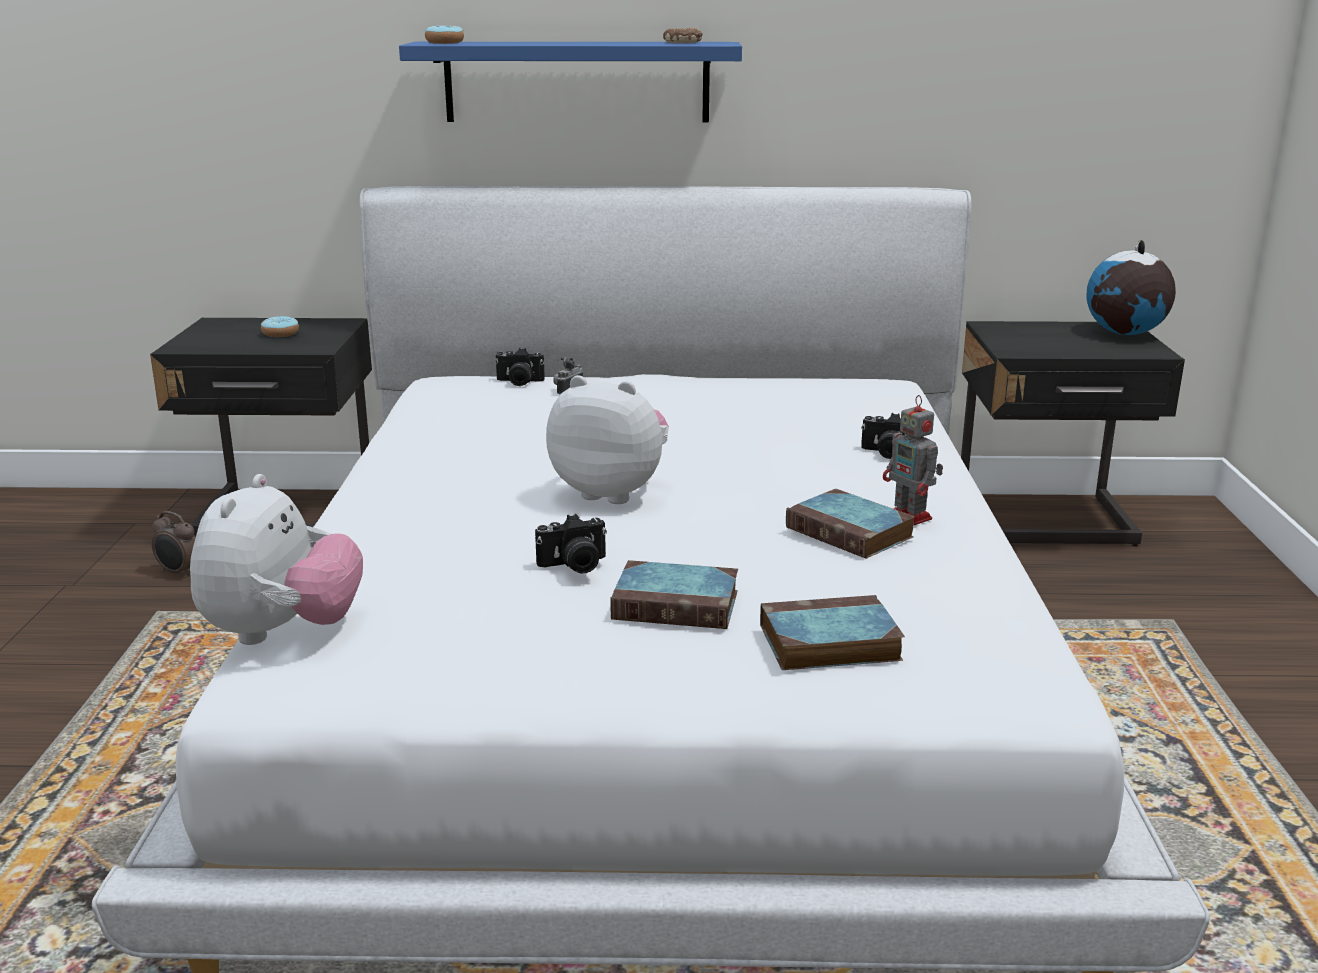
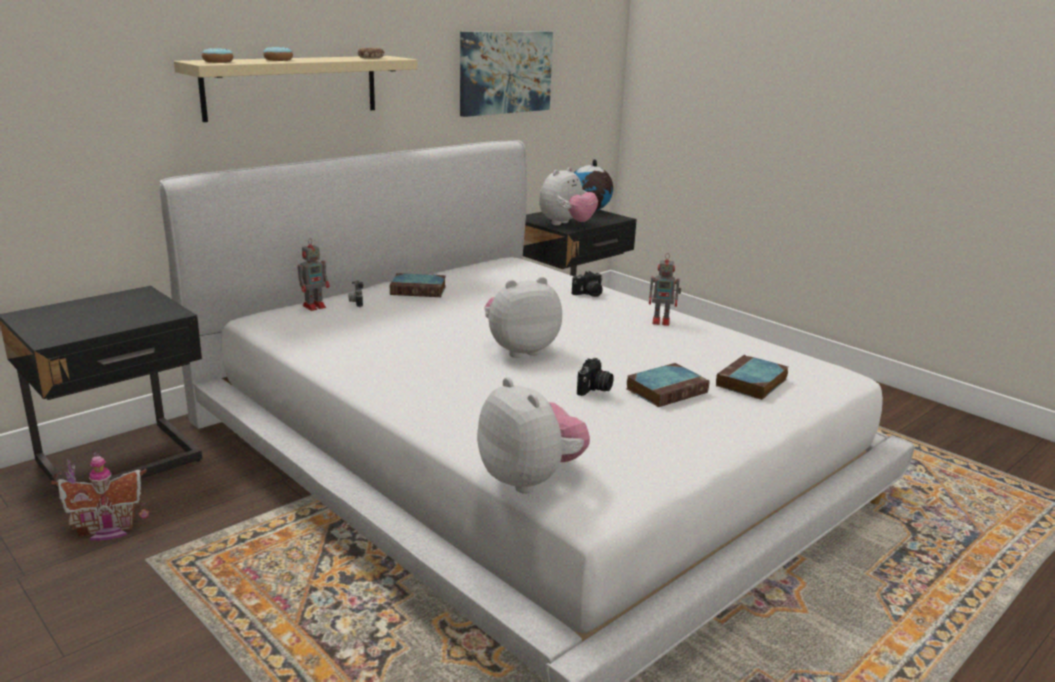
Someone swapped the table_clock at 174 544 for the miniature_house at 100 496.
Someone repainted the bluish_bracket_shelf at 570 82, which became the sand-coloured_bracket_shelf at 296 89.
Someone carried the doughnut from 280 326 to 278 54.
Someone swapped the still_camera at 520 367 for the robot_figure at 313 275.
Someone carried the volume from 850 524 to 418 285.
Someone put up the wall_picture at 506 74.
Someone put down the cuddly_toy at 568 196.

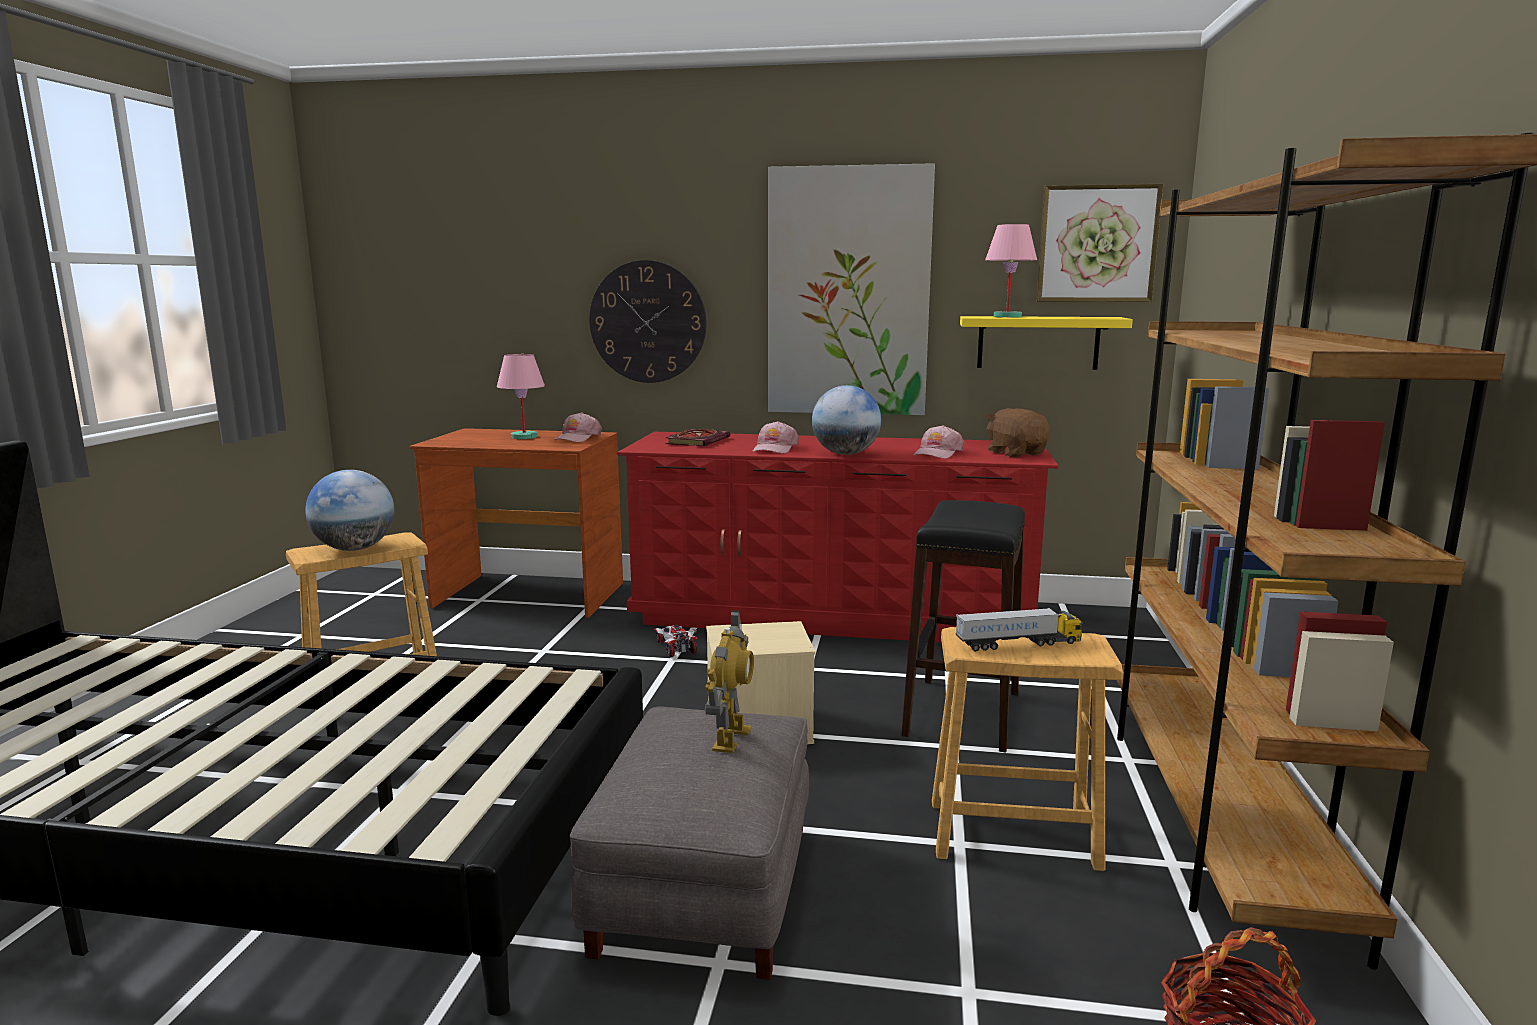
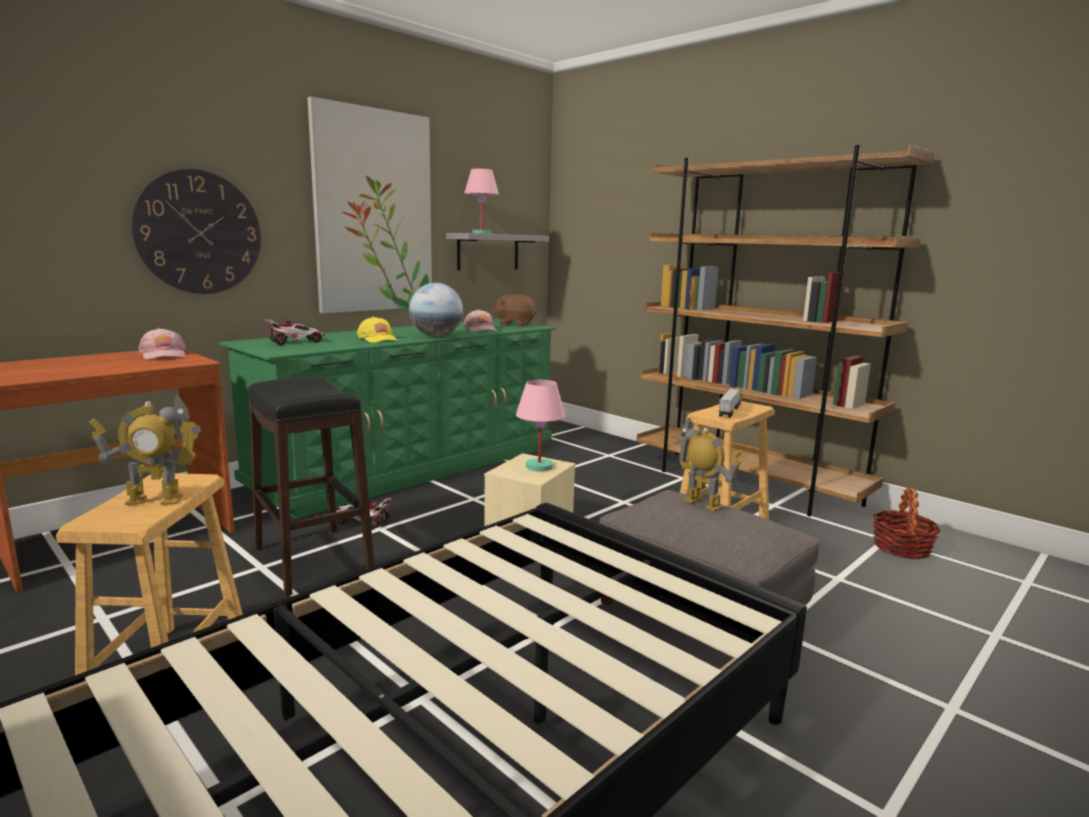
Someone swapped the globe at 350 510 for the robot_figure at 145 449.
Someone repainted the reddish_drawer_chest at 838 537, which became the green-coloured_drawer_chest at 388 419.
Someone carried the blackish_stool_seat from 963 626 to 311 486.
Someone swapped the volume at 698 437 for the model_car at 294 332.
Someone repainted the pink-coloured_baseball_cap at 776 437, which became the yellow-coloured_baseball_cap at 377 329.
Someone repainted the yellow-coloured_bracket_shelf at 1046 343, which became the gray_bracket_shelf at 497 251.
Someone carried the pink-coloured_tabletop_lamp from 521 396 to 540 425.
Someone took away the wall_picture at 1100 243.

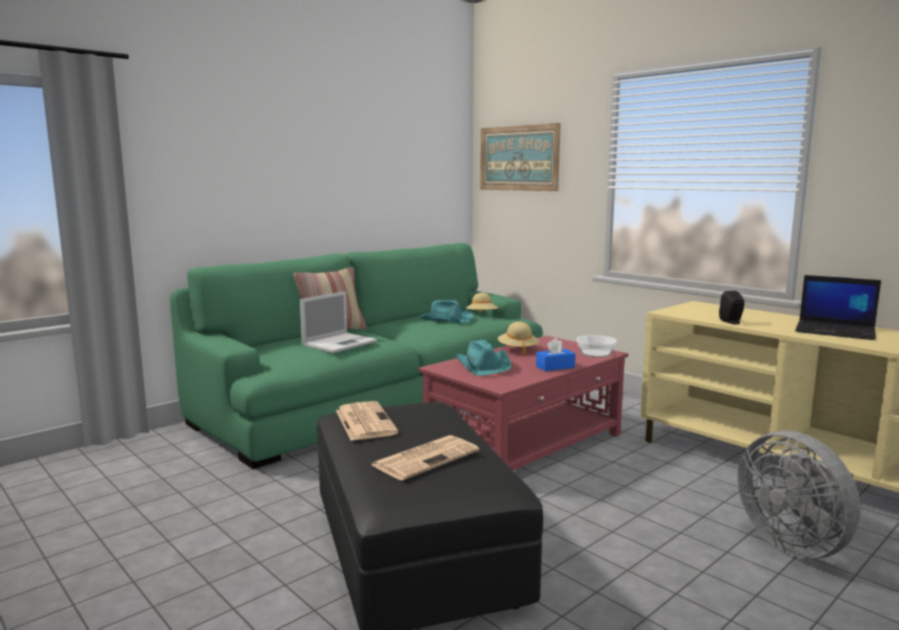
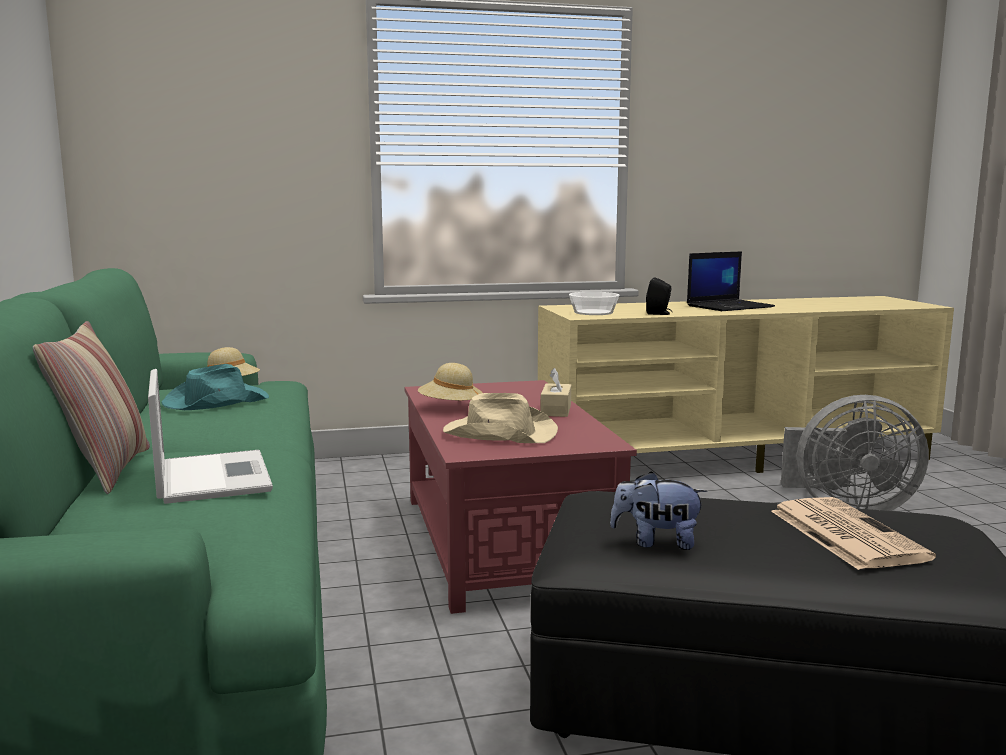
Someone repainted the turquoise_wearable_hat at 484 358, which became the sand-coloured_wearable_hat at 500 418.
Someone repainted the bluish_tissue_holder at 556 354, which became the sand-coloured_tissue_holder at 556 392.
Someone carried the serving_bowl from 597 346 to 594 303.
Someone swapped the newspaper at 367 421 for the cuddly_toy at 658 510.
Someone took away the wall_picture at 520 157.

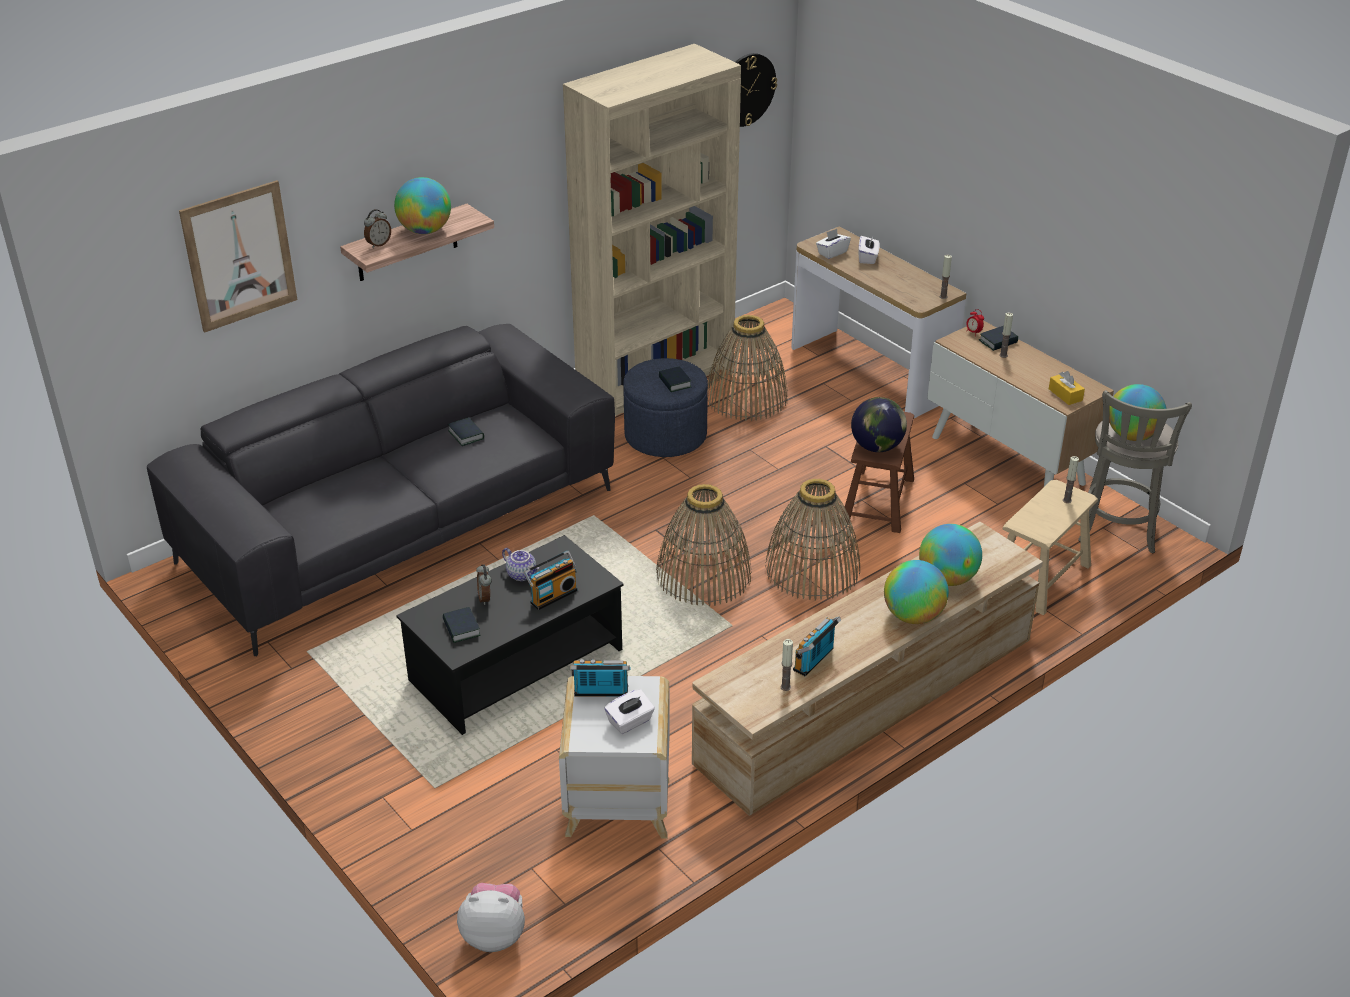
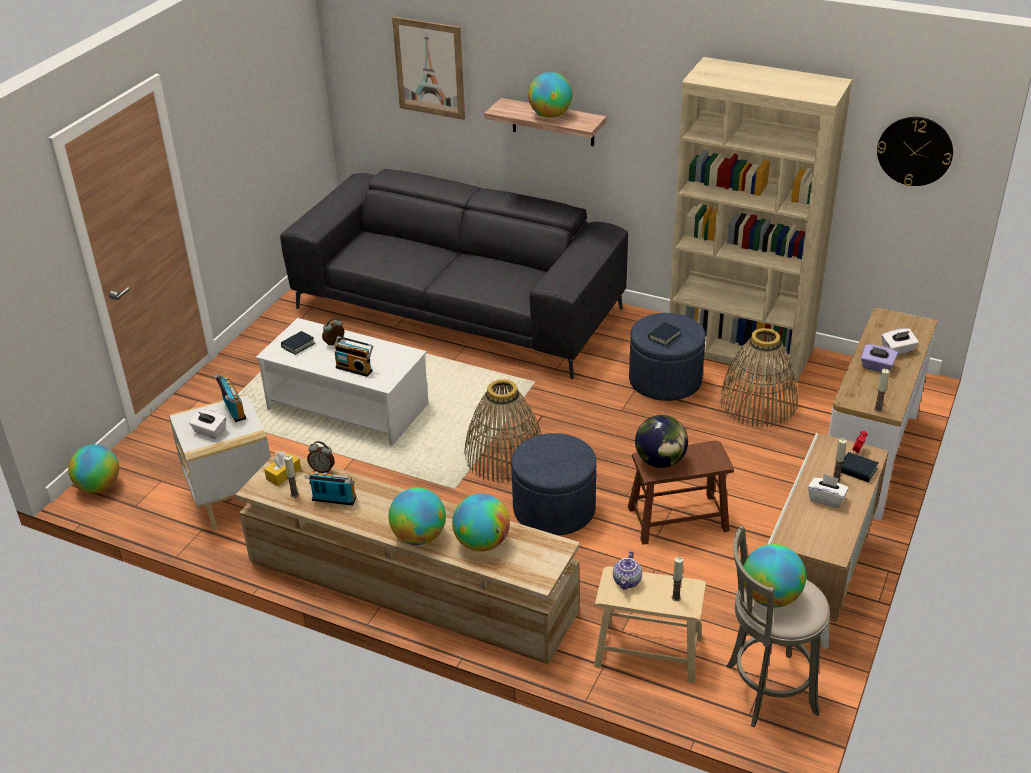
Someone swapped the cuddly_toy at 491 917 for the globe at 93 468.
Someone repainted the blackish_coffee_table at 510 635, which became the whitish_coffee_table at 342 382.
Someone carried the yellow-coloured_tissue_holder from 1067 388 to 282 468.
Someone carried the table_clock from 377 228 to 321 457.
Someone swapped the household_basket at 812 540 for the bluish_pouffe at 554 484.
Someone carried the teapot from 520 564 to 627 570.
Someone carried the whitish_tissue_holder from 833 244 to 828 491.
Someone put down the purplish_tissue_holder at 879 358.
Someone took away the volume at 466 431.

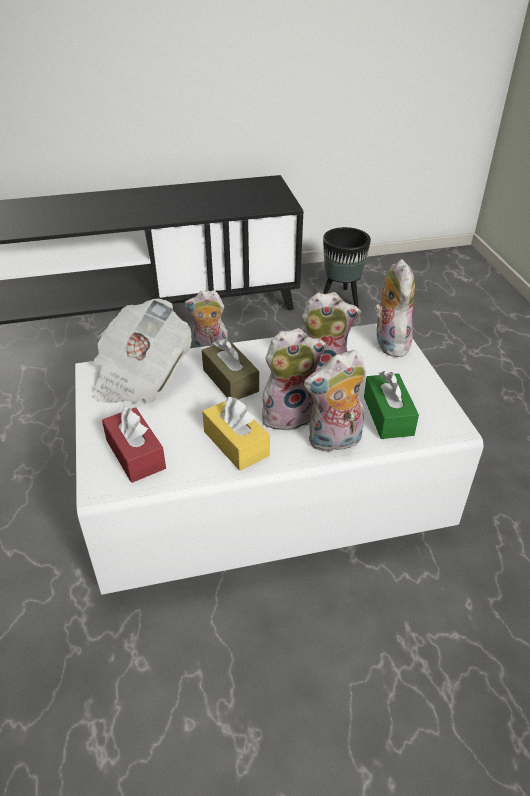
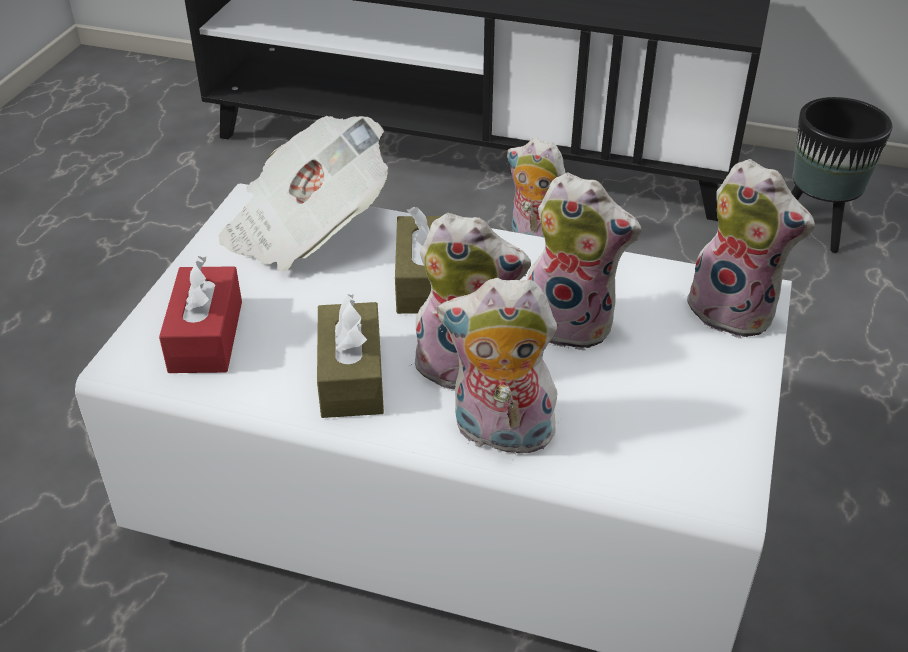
Someone repainted the yellow-coloured_tissue_holder at 236 433, which became the brownish_tissue_holder at 350 356.
Someone rotated the cuddly_toy at 394 308 by 105 degrees clockwise.
Someone took away the green-coloured_tissue_holder at 391 405.

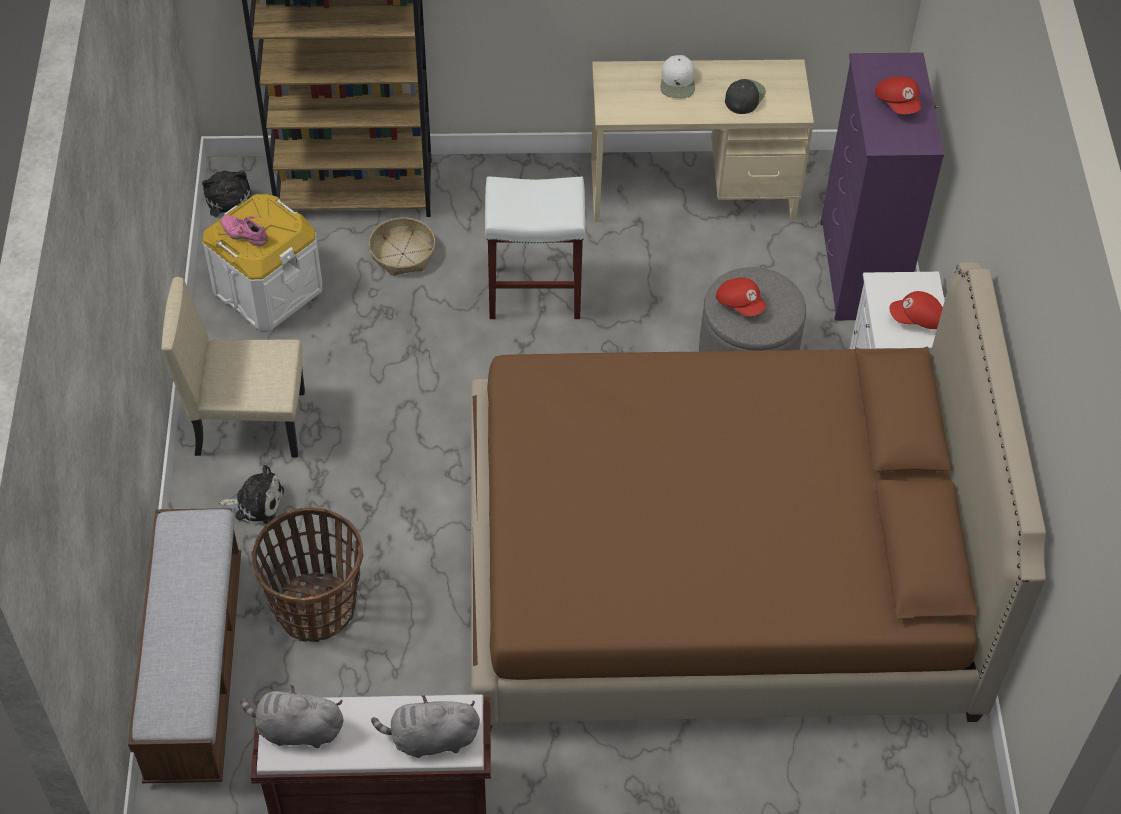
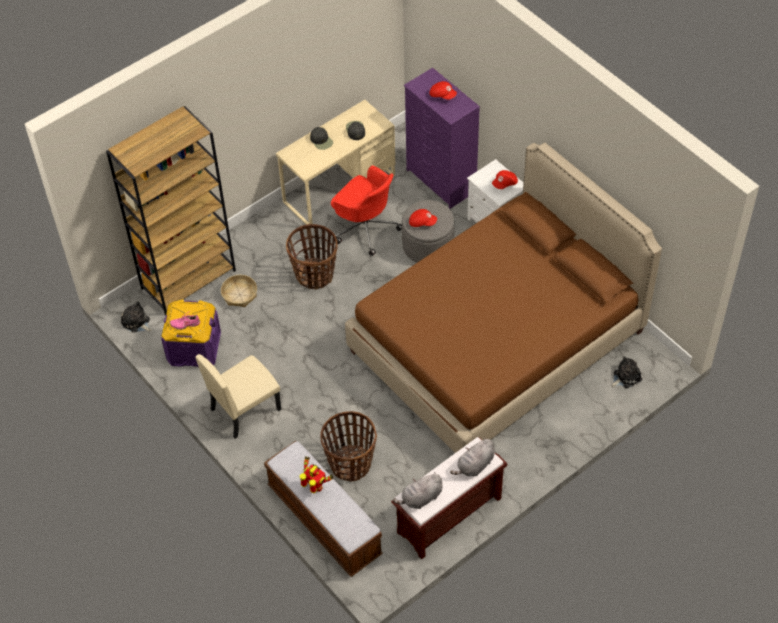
Someone repainted the whitish_storage_bin at 262 262, which became the purplish_storage_bin at 191 333.
Someone swapped the whitish_stool_seat at 535 247 for the household_basket at 311 257.
Someone put down the robot_figure at 316 474.
Someone repainted the whitish_baseball_cap at 678 76, which became the blackish_baseball_cap at 321 138.
Someone put down the reddish_desk_chair at 366 210.
Someone carried the cuddly_toy from 251 495 to 626 372.

